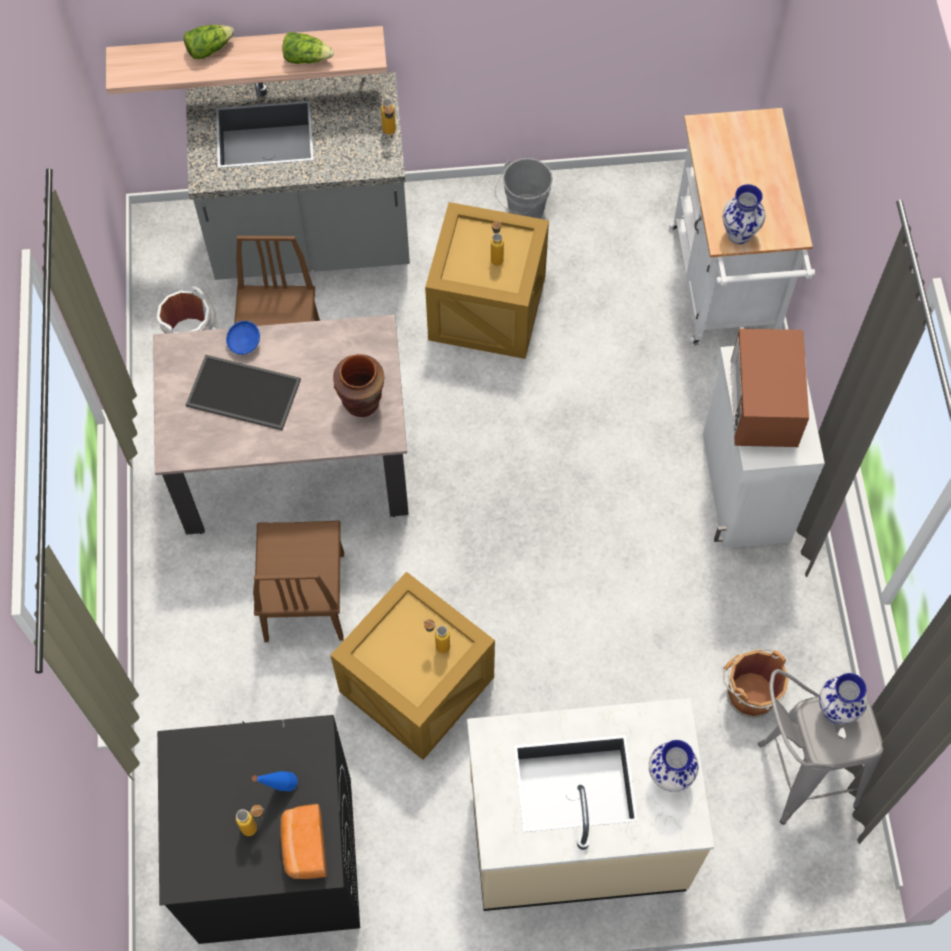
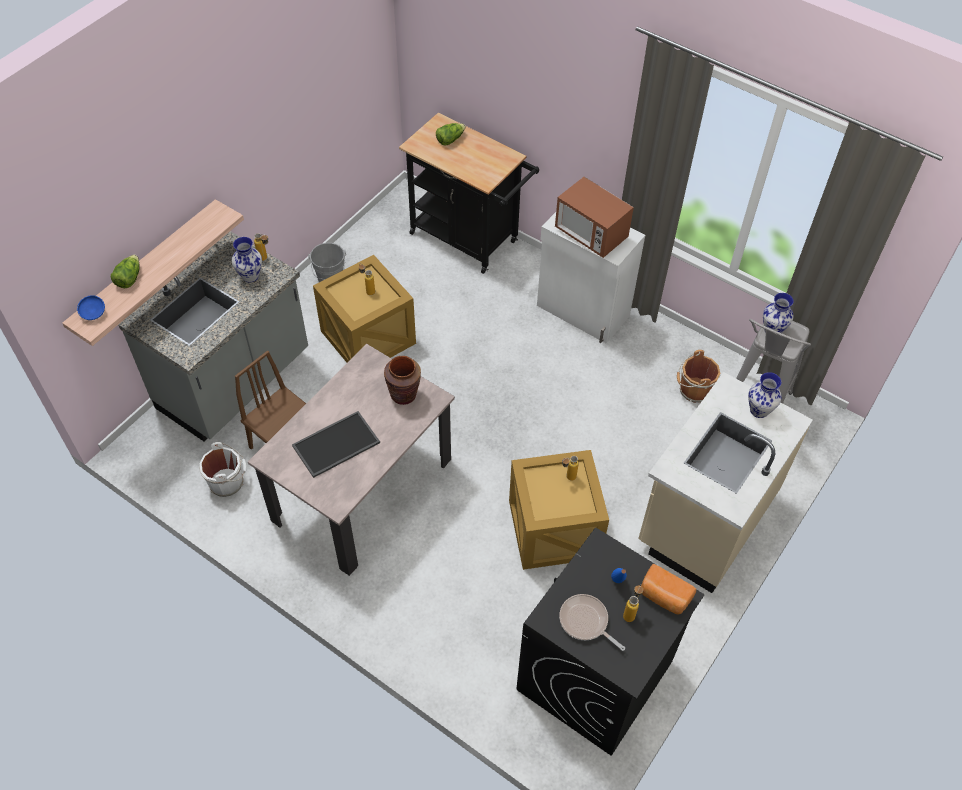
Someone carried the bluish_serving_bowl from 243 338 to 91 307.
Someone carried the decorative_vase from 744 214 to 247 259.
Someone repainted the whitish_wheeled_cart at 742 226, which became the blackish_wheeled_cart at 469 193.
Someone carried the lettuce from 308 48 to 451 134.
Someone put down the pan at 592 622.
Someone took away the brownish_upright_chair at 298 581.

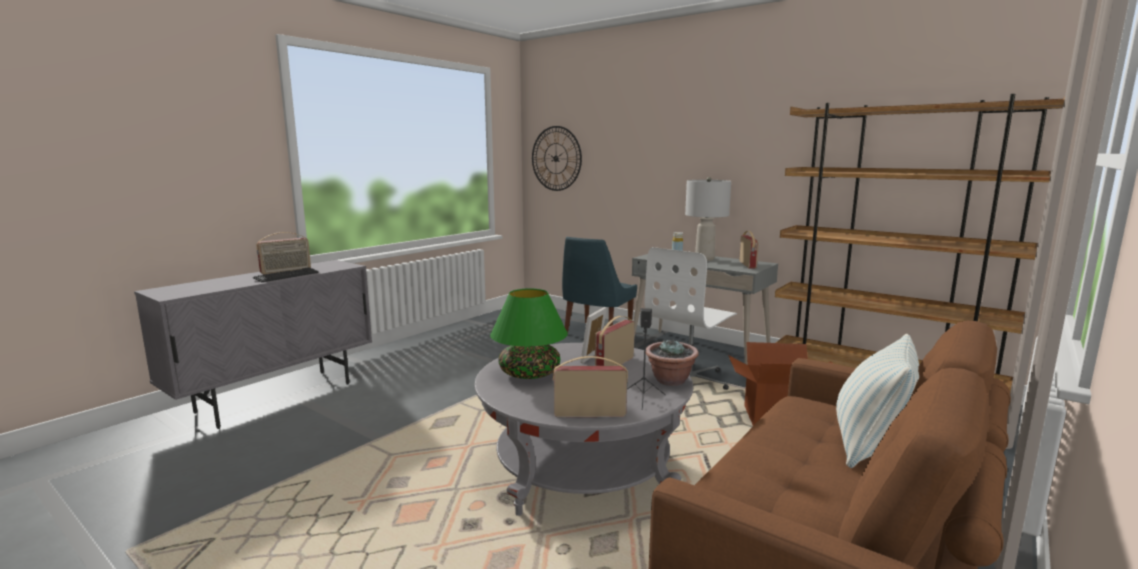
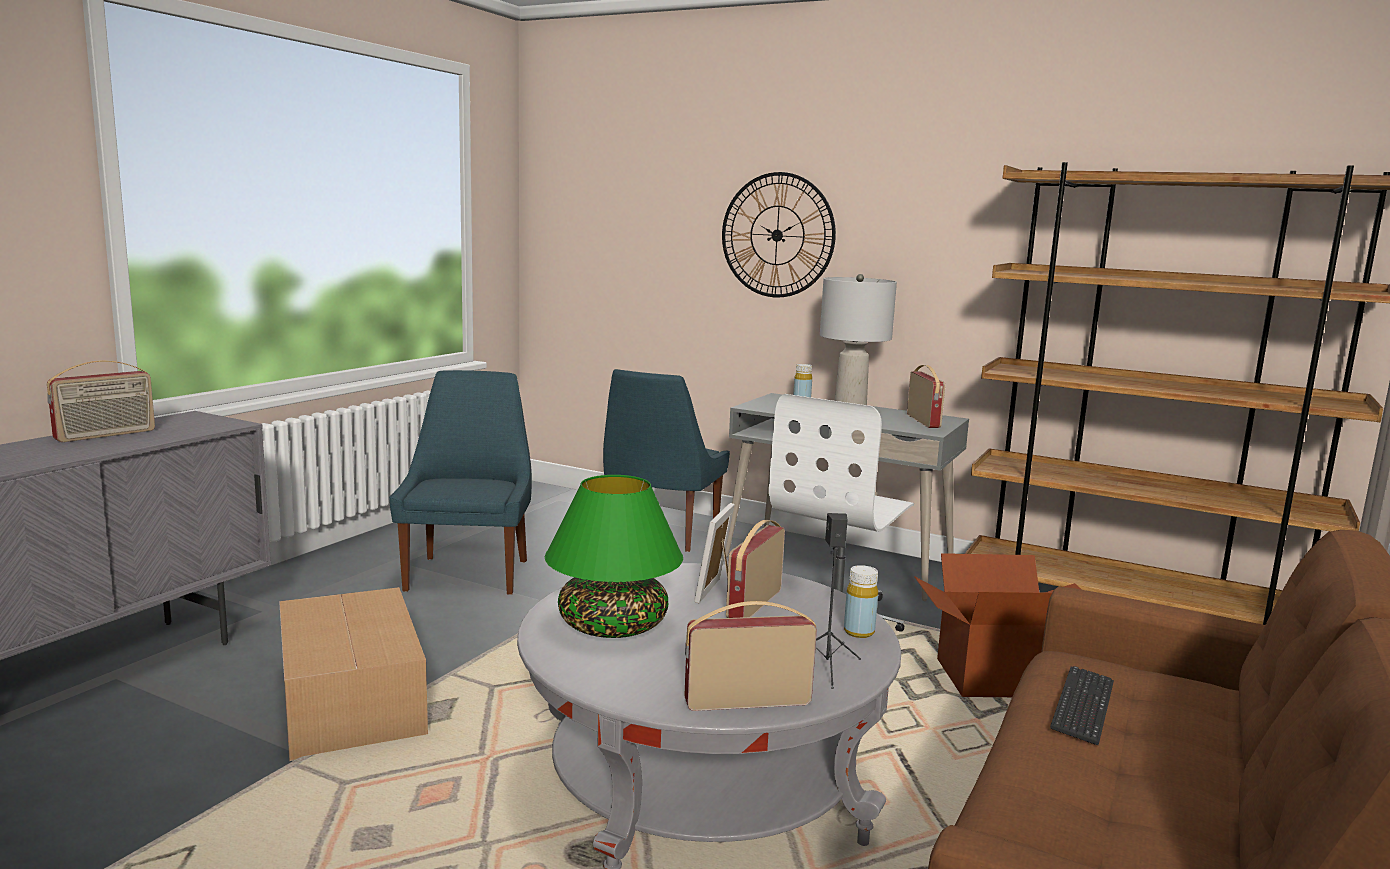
Someone put down the carton at 353 674.
Someone put down the bluish_upright_chair at 460 482.
Someone carried the clock_on_the_wall from 557 158 to 779 235.
Someone swapped the houseplant at 672 363 for the yellow-coloured_drink_bottle at 861 601.
Someone carried the keyboard from 285 274 to 1082 705.
Someone took away the throw_pillow at 877 401.

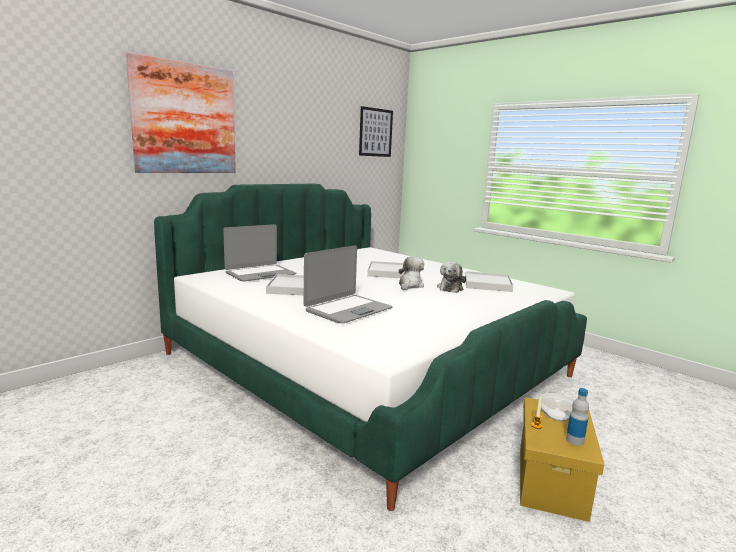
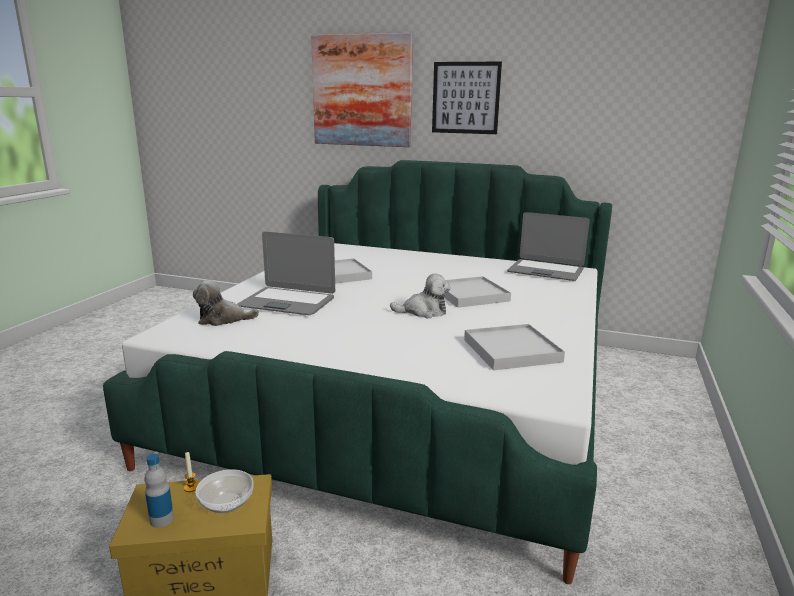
Someone carried the cuddly_toy from 451 277 to 226 303.
Someone carried the wall_picture from 376 131 to 467 98.
Someone carried the notebook_computer from 260 252 to 548 246.

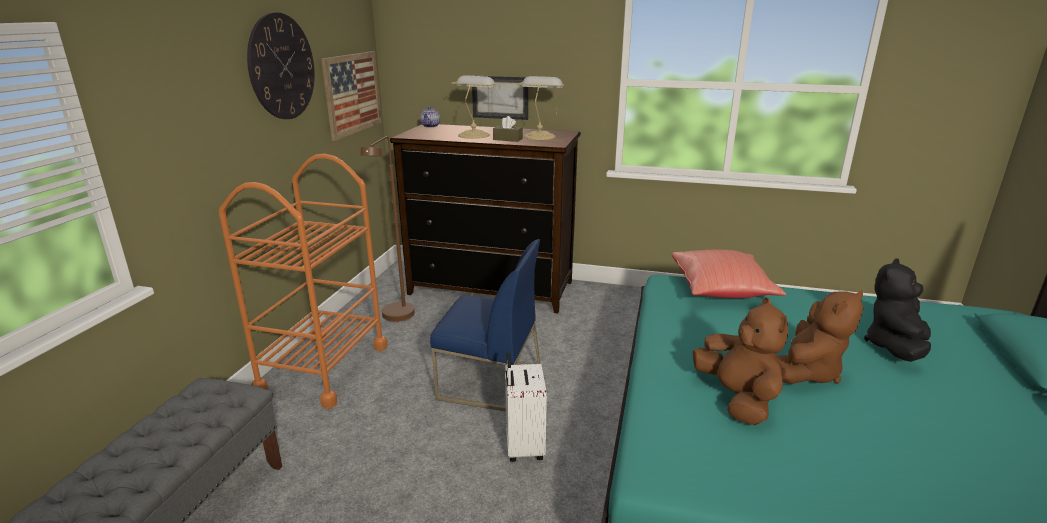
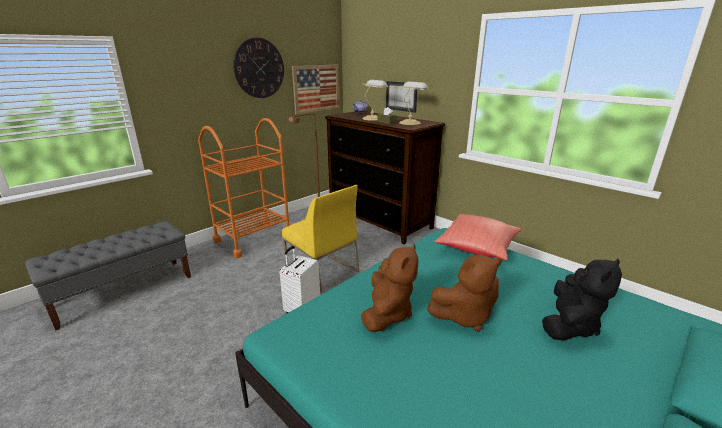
Someone repainted the bluish_upright_chair at 485 325, which became the yellow-coloured_upright_chair at 320 238.
Someone rotated the blackish_cuddly_toy at 897 310 by 150 degrees clockwise.

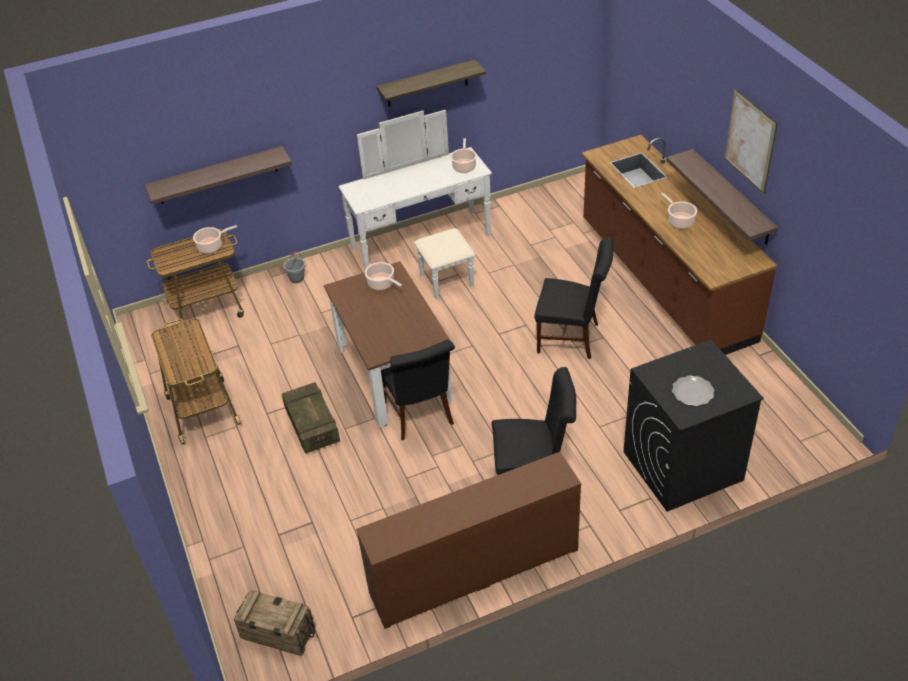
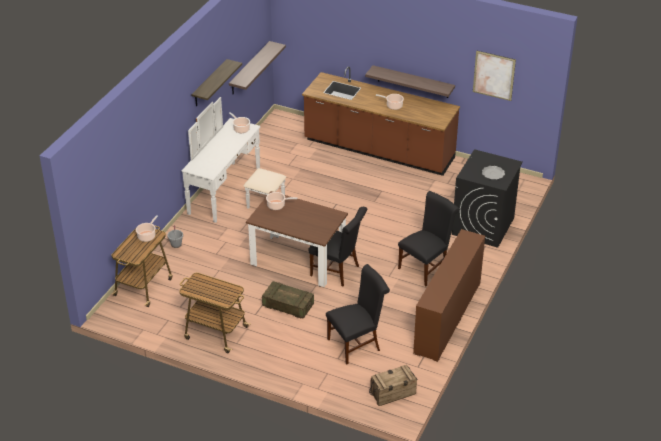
Someone carried the bracket_shelf from 218 175 to 257 67.
Someone carried the blackish_upright_chair from 574 298 to 358 314.
Someone carried the wall_picture from 750 141 to 494 75.

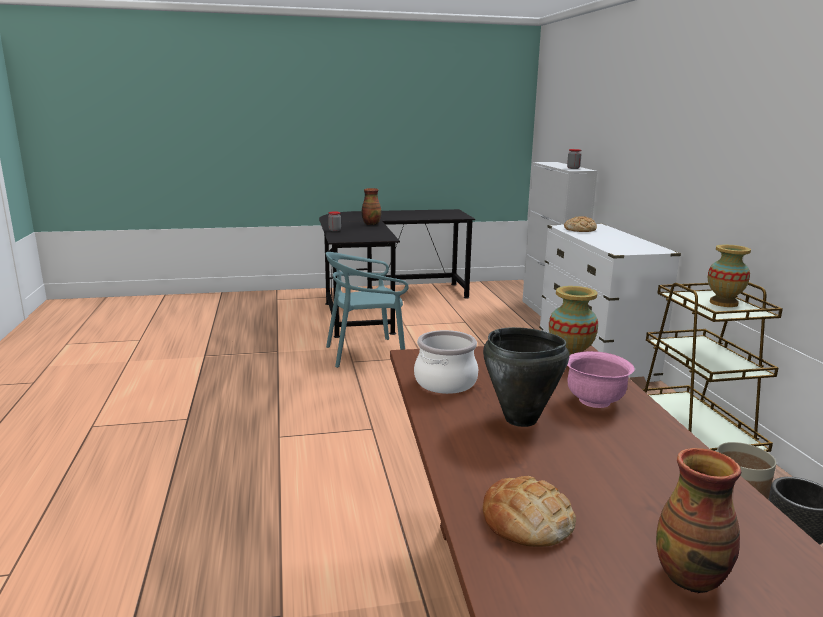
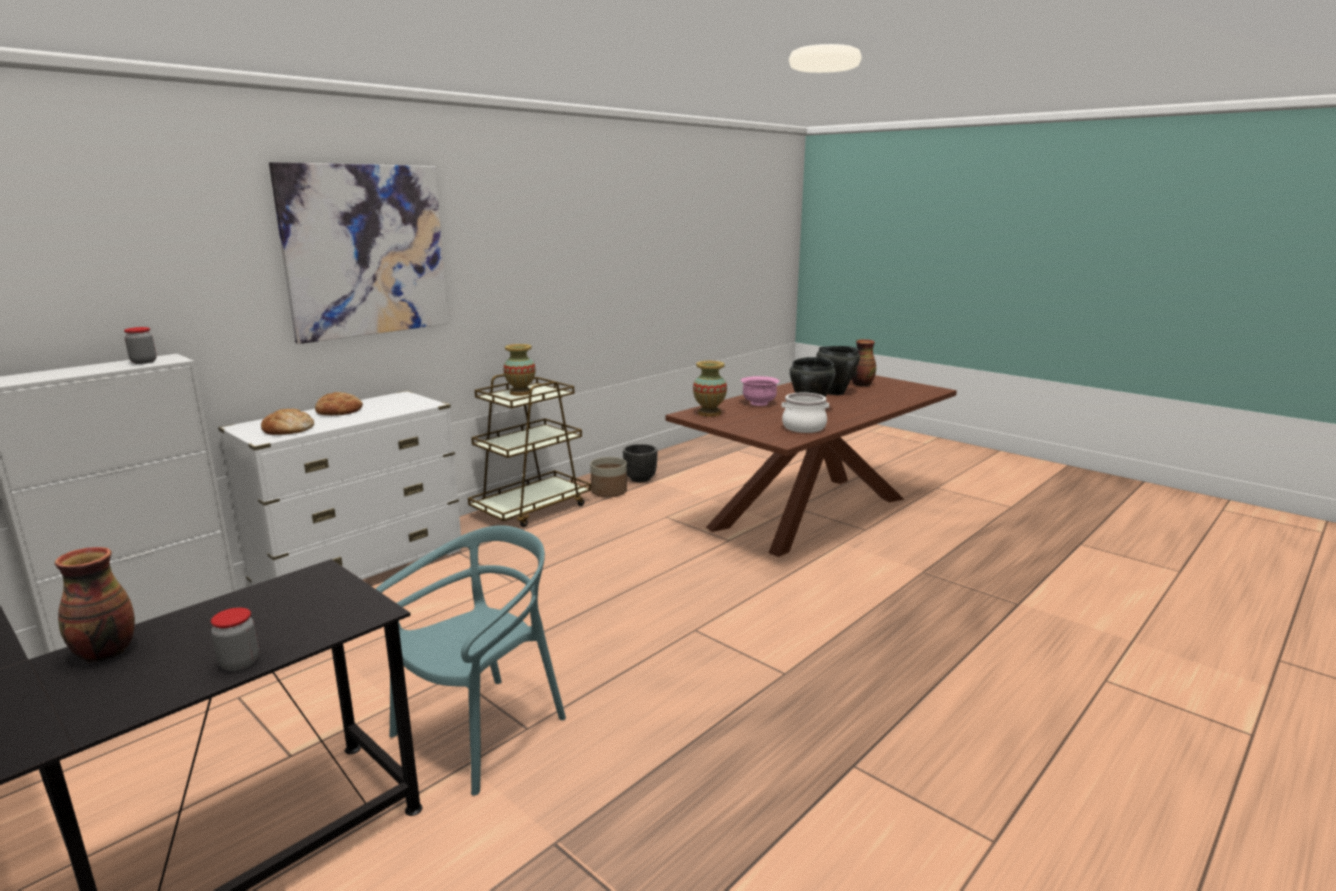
Someone put up the wall_picture at 359 253.
Someone carried the bread from 529 511 to 339 404.
Someone rotated the turquoise_upright_chair at 367 310 by 90 degrees counterclockwise.
Someone put down the blackish_stockpot at 838 370.

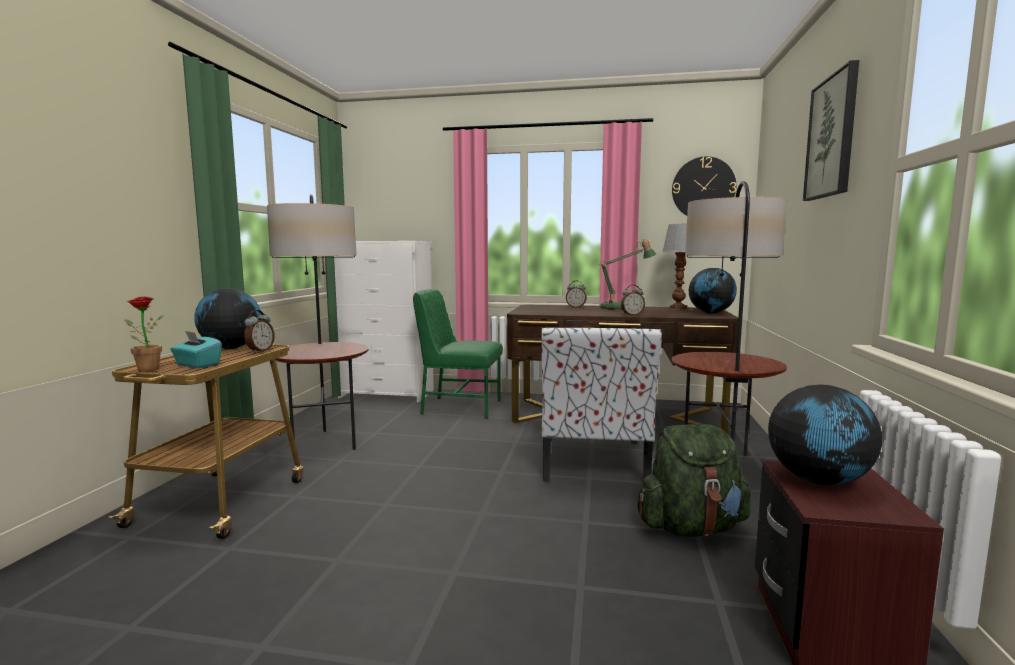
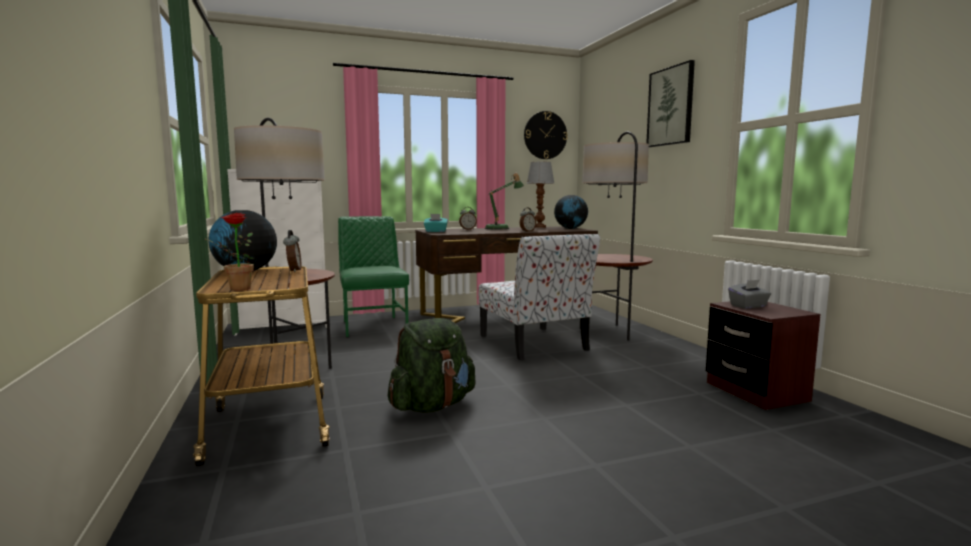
Someone rotated the green-coloured_upright_chair at 458 354 by 90 degrees clockwise.
Someone carried the green-coloured_knapsack from 694 480 to 432 365.
Someone carried the turquoise_tissue_holder from 196 349 to 436 223.
Someone swapped the globe at 825 435 for the gray_tissue_holder at 749 294.

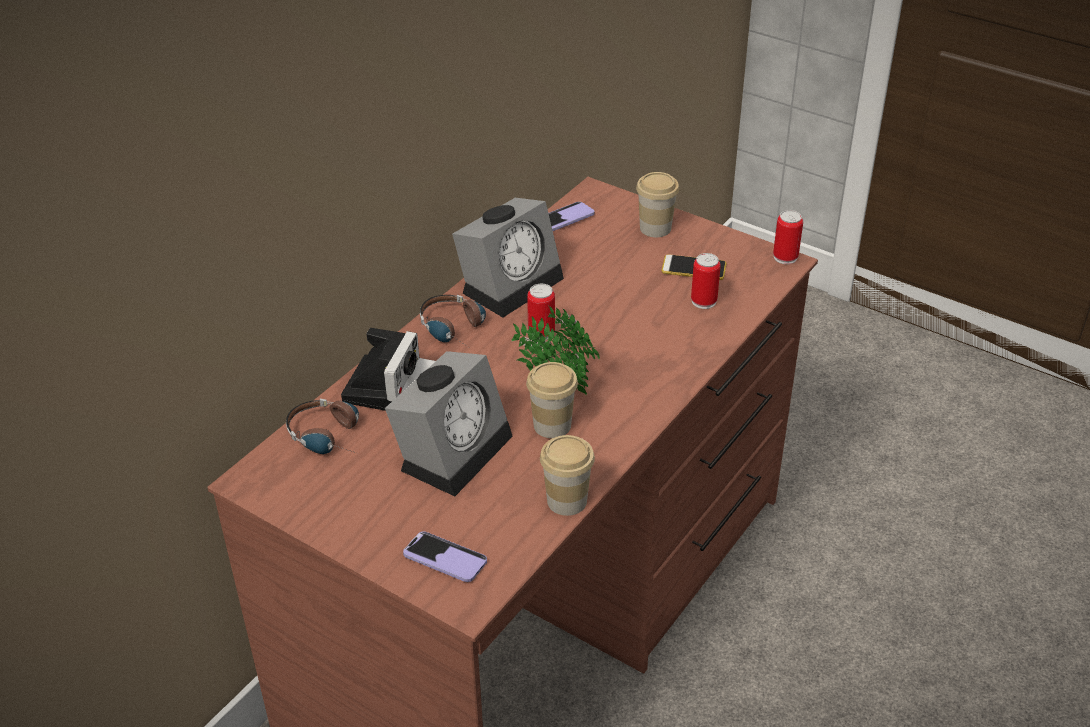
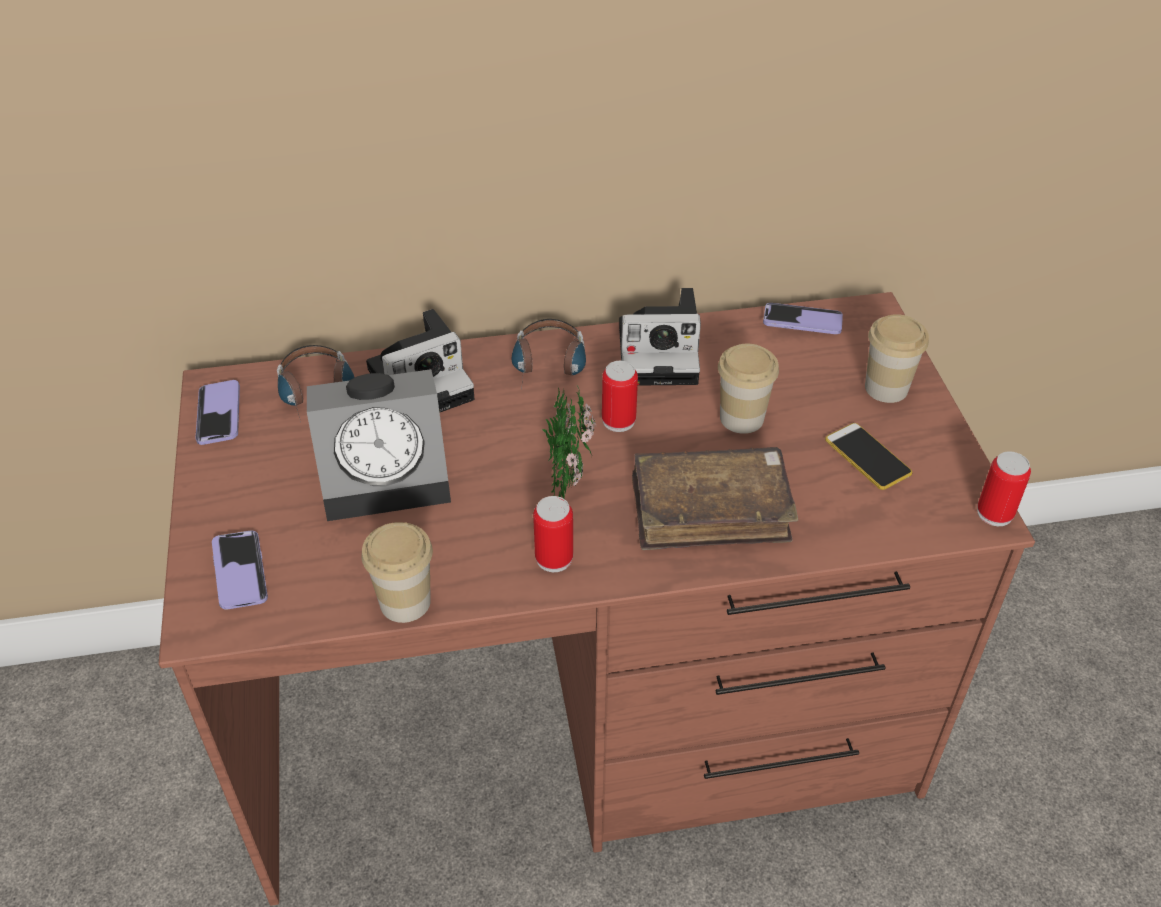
Someone put down the phone at 217 412.
Someone carried the can from 706 281 to 553 534.
Someone swapped the table_clock at 508 258 for the still_camera at 660 337.
Someone put down the brownish_volume at 715 498.
Someone carried the drinking_cup from 552 400 to 748 389.

